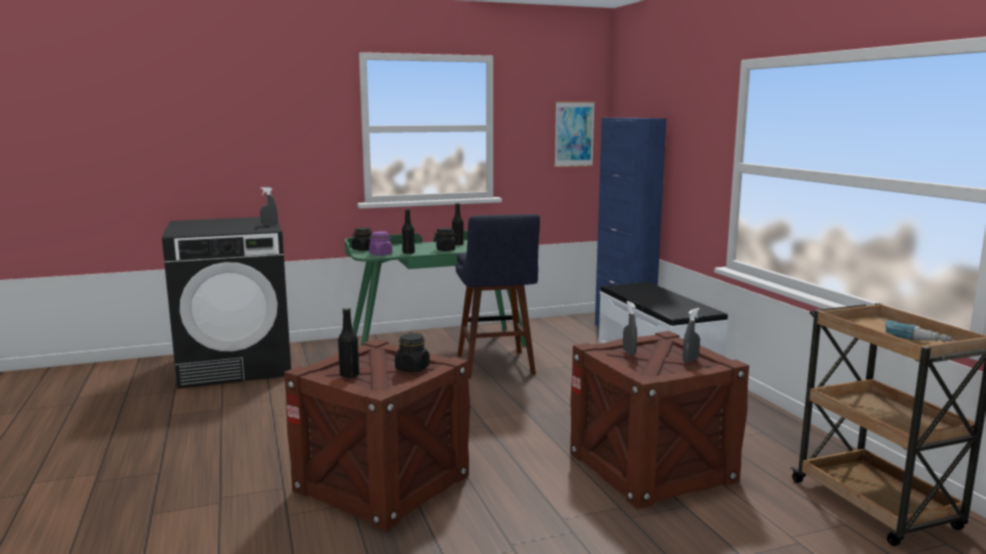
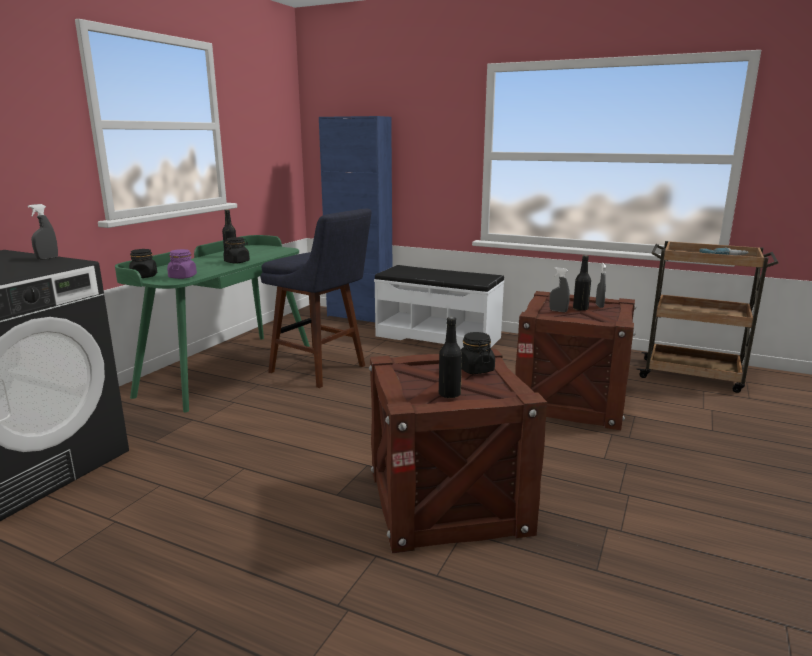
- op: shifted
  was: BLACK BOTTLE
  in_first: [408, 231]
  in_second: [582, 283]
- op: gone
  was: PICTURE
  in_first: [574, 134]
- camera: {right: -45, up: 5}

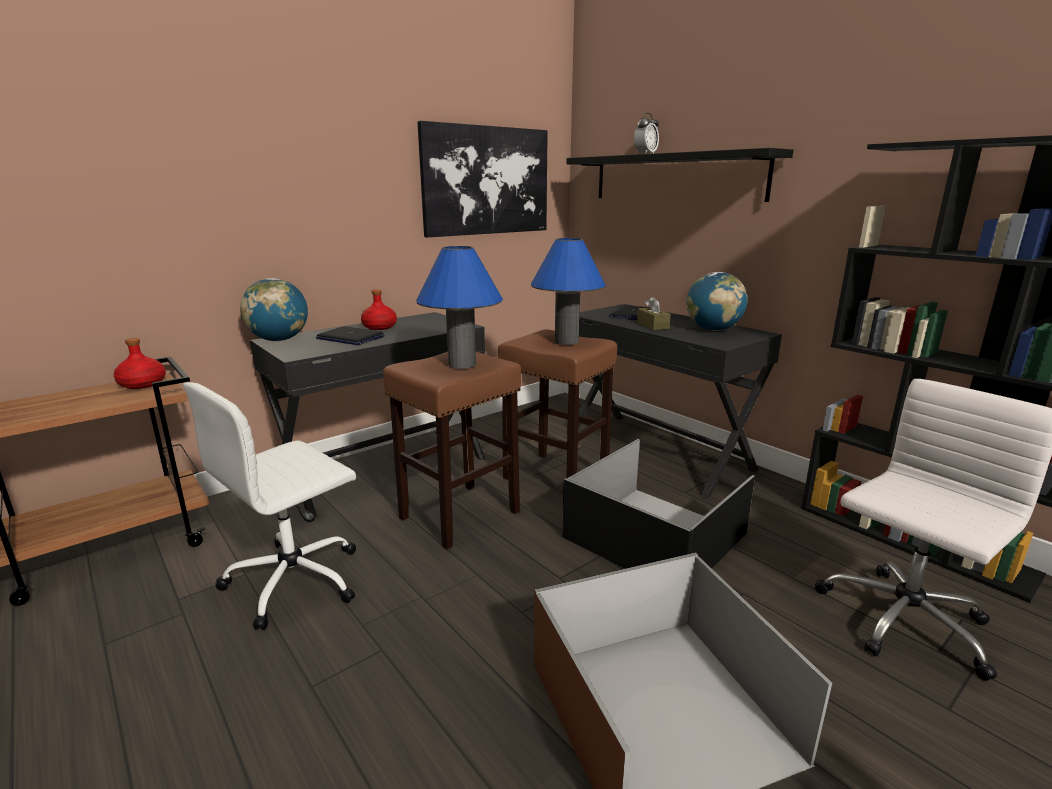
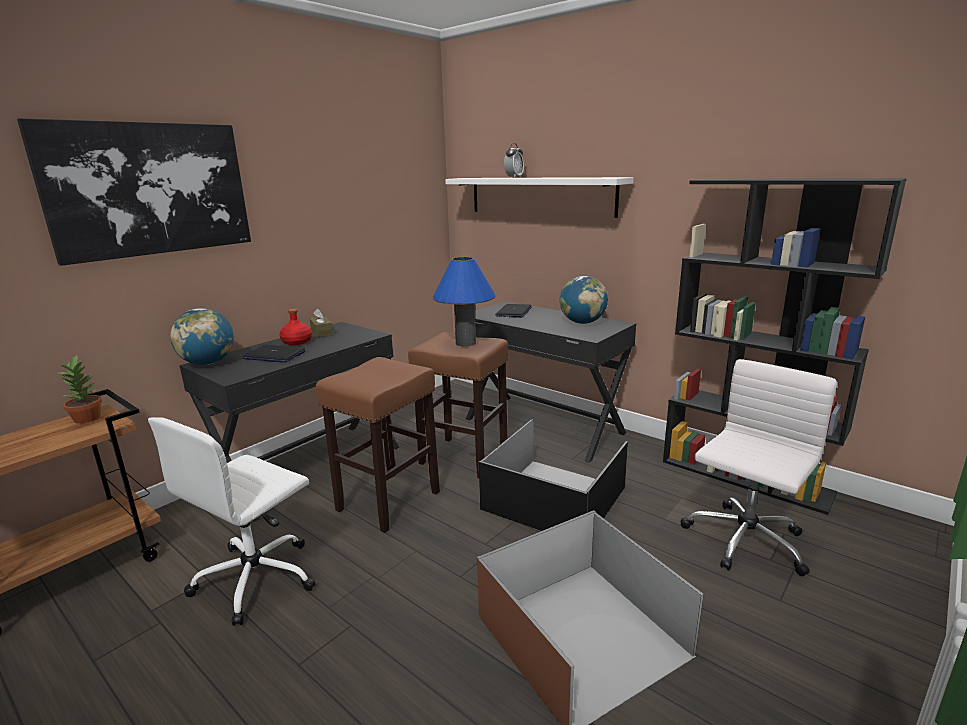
- op: shifted
  was: PICTURE
  in_first: [483, 179]
  in_second: [134, 192]
- op: swapped
  was: RED BOTTLE
  now: POTTED PLANT
  in_first: [140, 363]
  in_second: [79, 389]
- op: shifted
  was: BROWN TISSUE BOX
  in_first: [654, 313]
  in_second: [321, 322]
- op: repainted
  was: BLACK SHELF
  now: WHITE SHELF
  in_first: [679, 175]
  in_second: [539, 197]
- op: gone
  was: BLUE TABLE LAMP
  in_first: [459, 307]
- camera: {right: -10, up: 0}

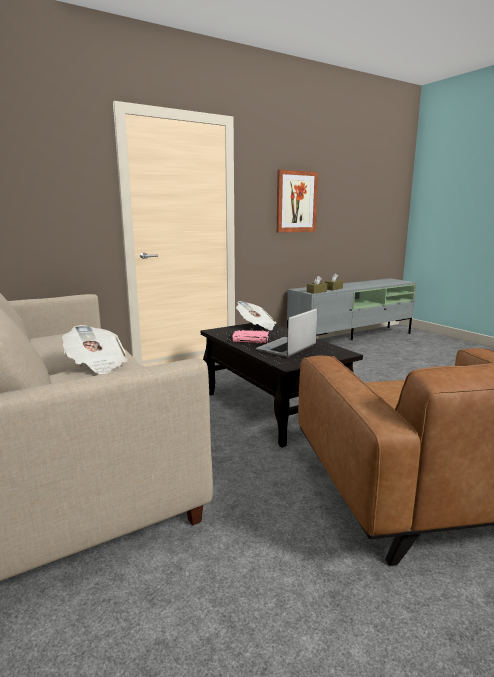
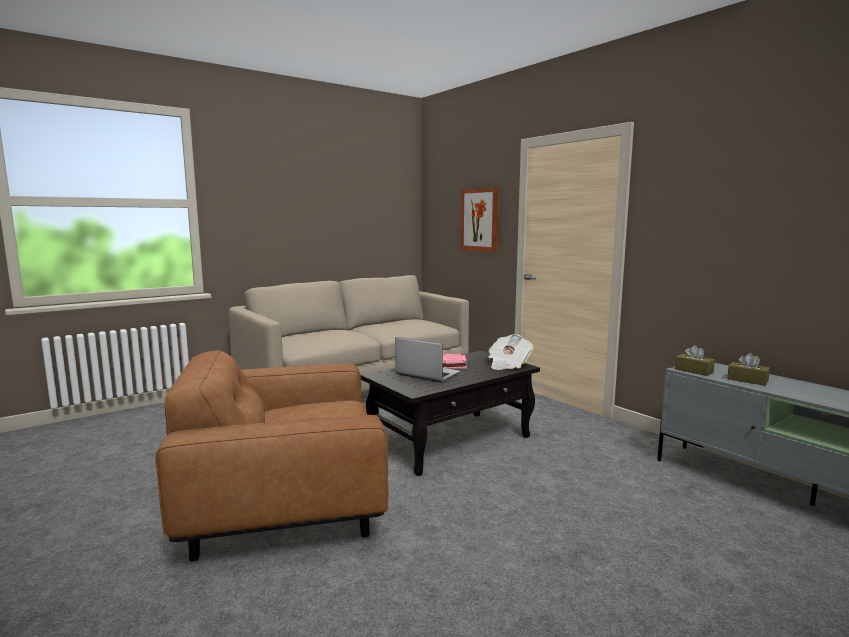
- op: shifted
  was: PICTURE
  in_first: [297, 201]
  in_second: [480, 219]
- op: gone
  was: NEWSPAPER
  in_first: [95, 349]
- camera: {right: 85, up: -5}

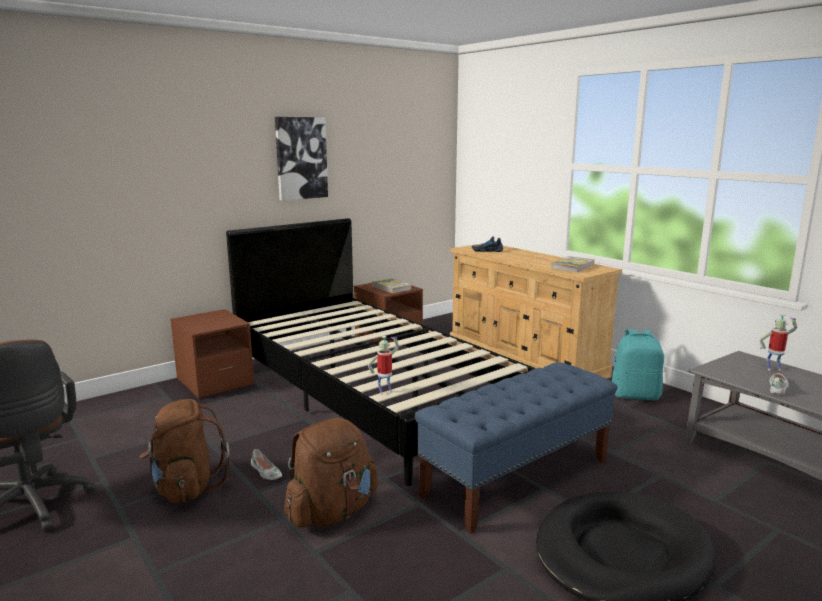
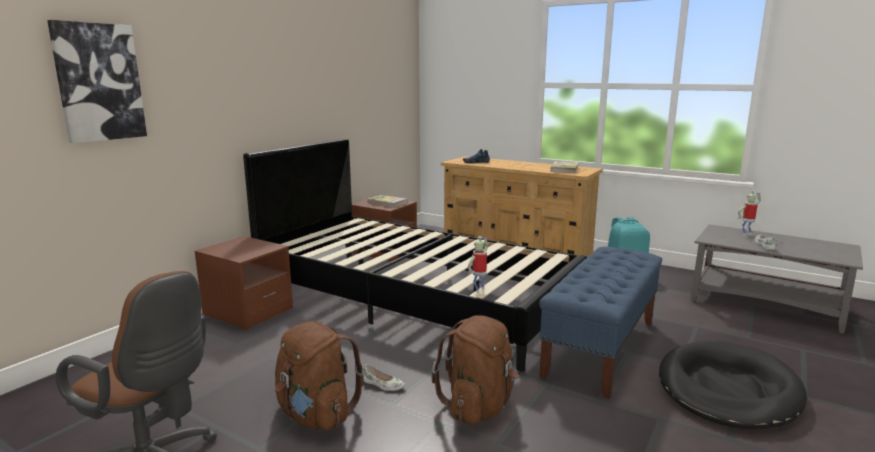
- op: shifted
  was: PICTURE
  in_first: [301, 158]
  in_second: [97, 81]
- camera: {right: -20, up: 0}

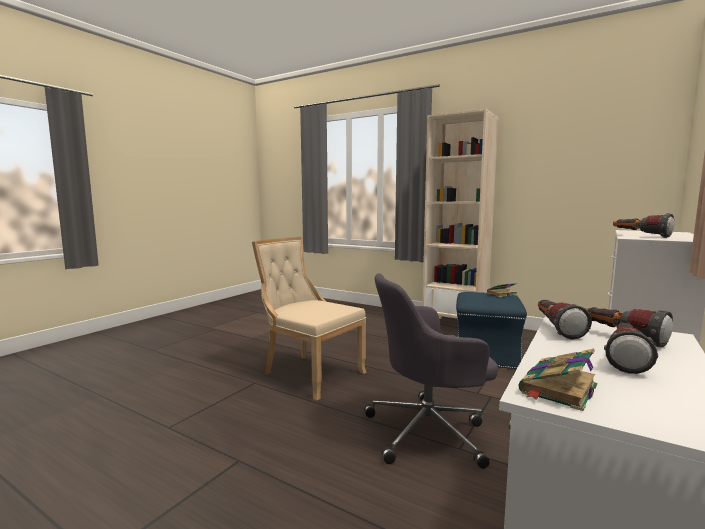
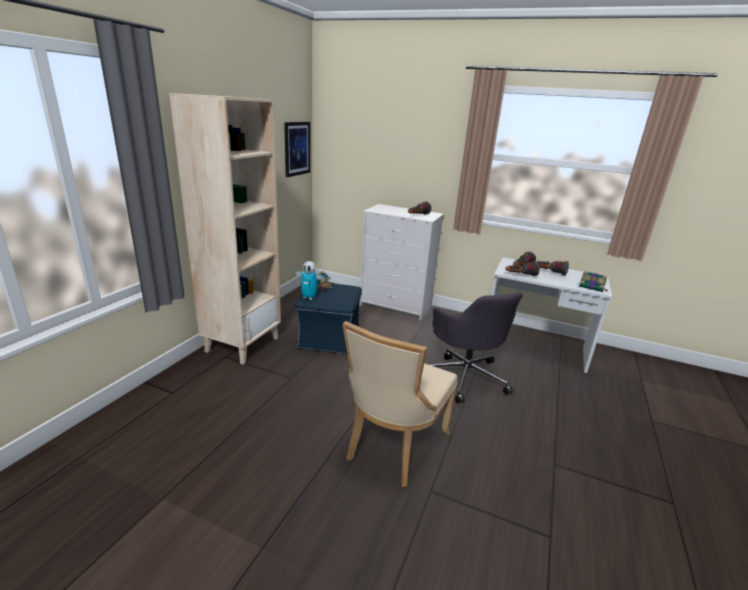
- op: new
  now: PICTURE
  in_second: [297, 149]
- op: new
  now: TOY ROBOT
  in_second: [309, 280]
- camera: {right: -100, up: 15}

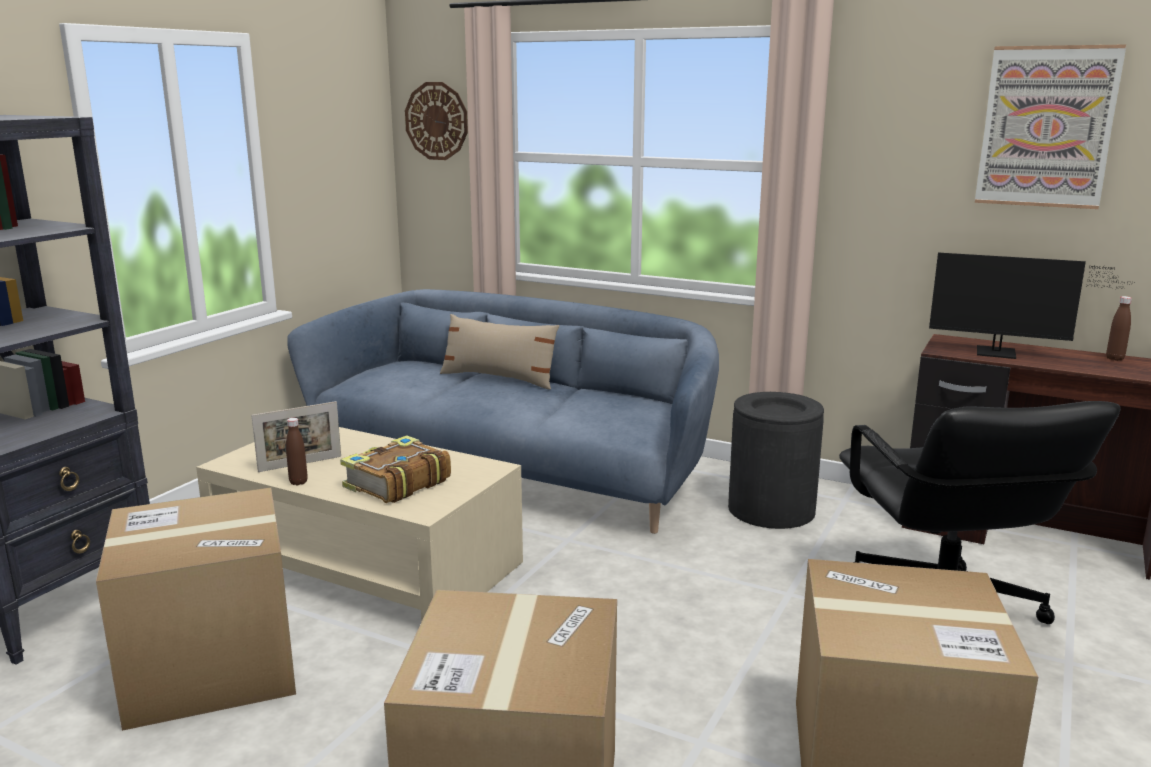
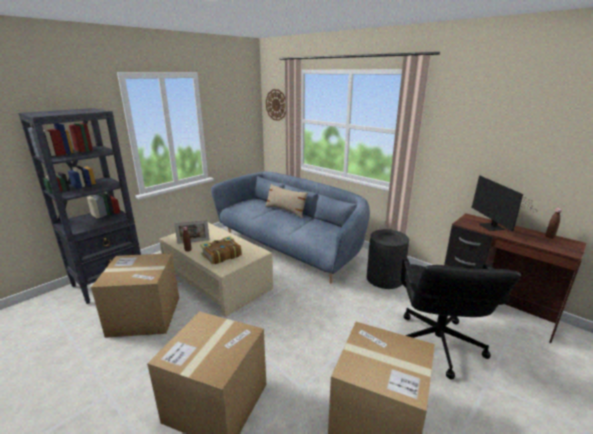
- op: rotated
  was: MONITOR
  in_first: [1031, 306]
  in_second: [503, 203]
  clockwise: 45
- op: gone
  was: PICTURE
  in_first: [1050, 126]
- camera: {right: 15, up: 5}

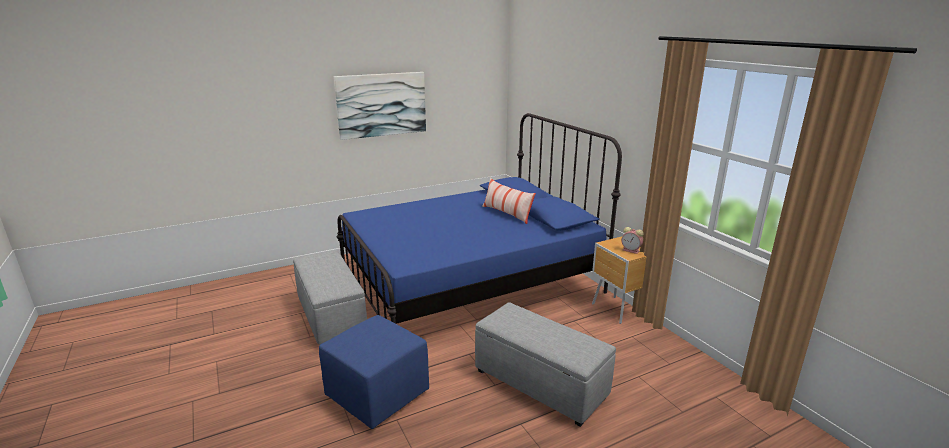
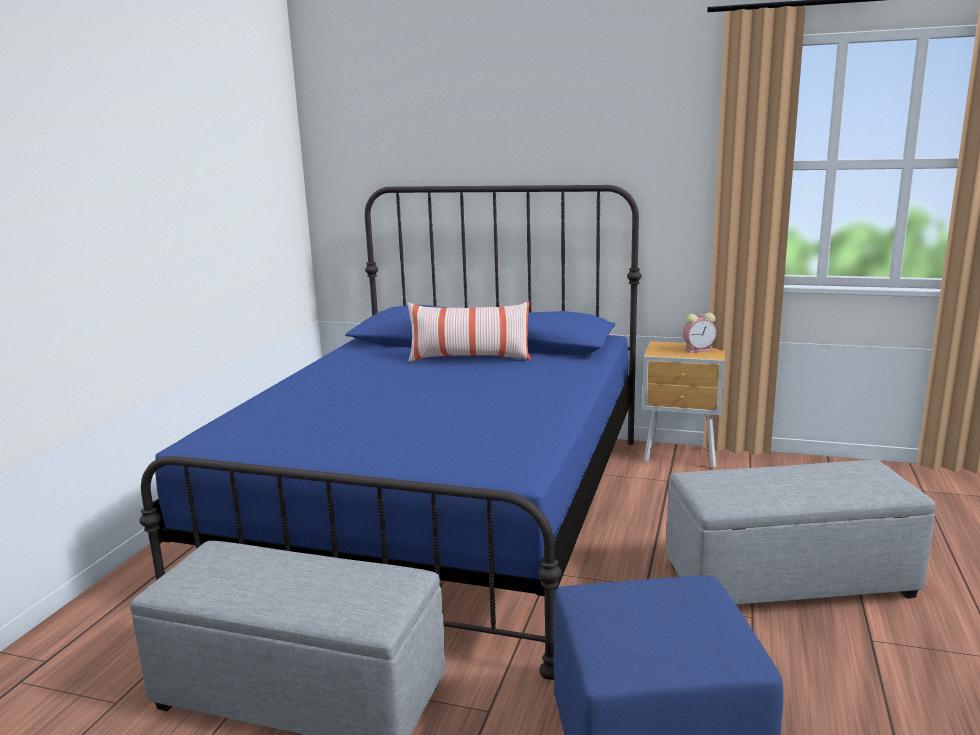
- op: gone
  was: PICTURE
  in_first: [380, 106]
- camera: {right: -45, up: -5}

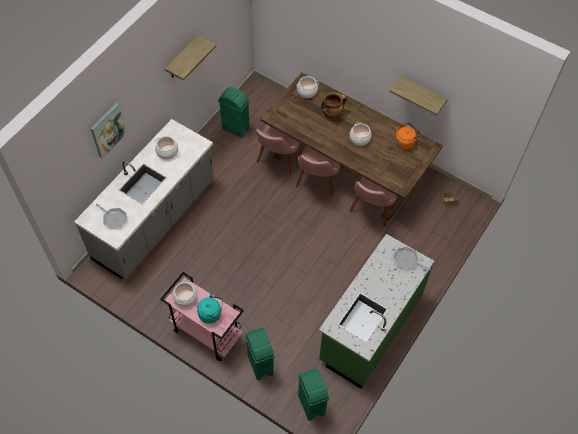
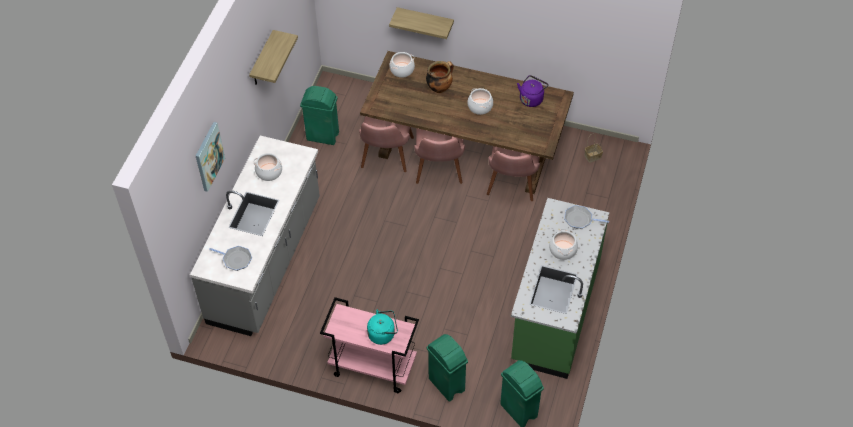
- op: shifted
  was: SHELF
  in_first: [418, 96]
  in_second: [421, 23]
- op: repainted
  was: ORANGE KETTLE
  now: PURPLE KETTLE
  in_first: [408, 136]
  in_second: [533, 91]
- op: shifted
  was: COOKING POT
  in_first: [184, 293]
  in_second: [563, 244]
- camera: {right: -15, up: -5}

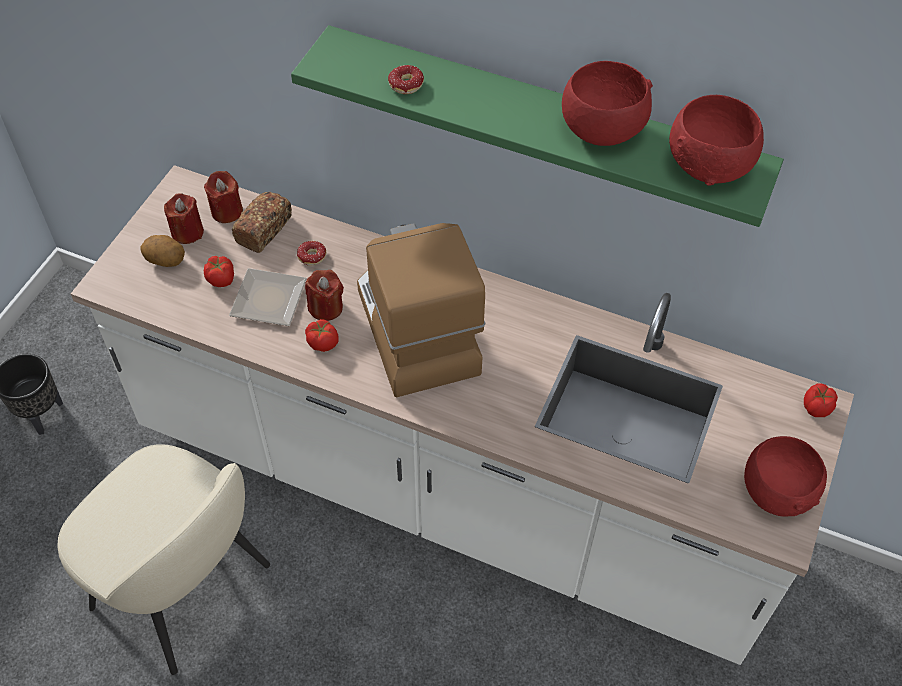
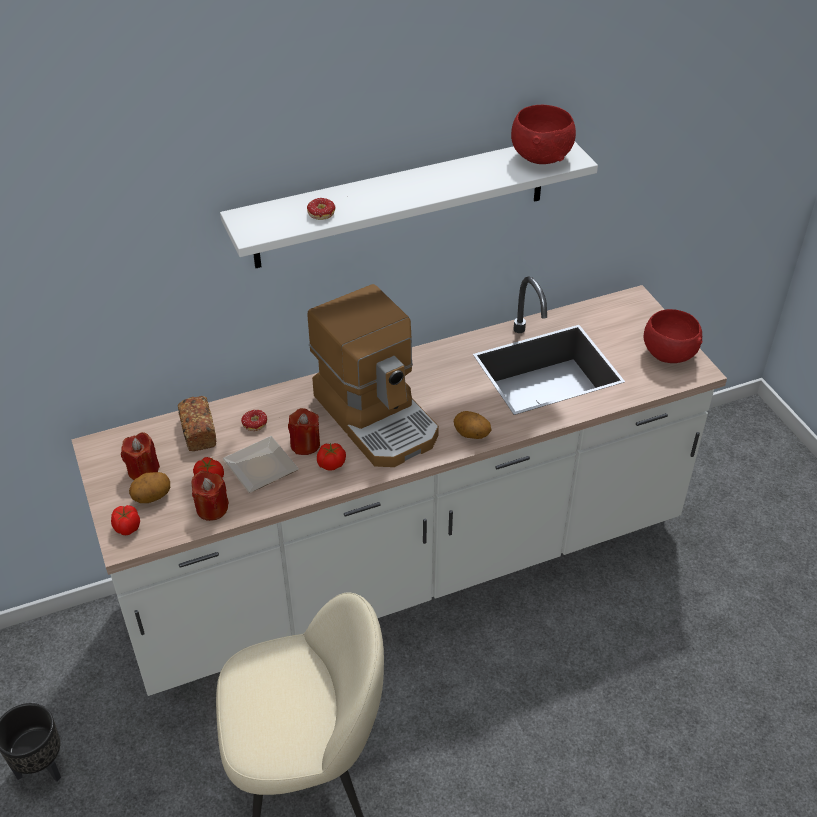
- op: shifted
  was: TOMATO
  in_first: [821, 400]
  in_second: [125, 520]
- op: shifted
  was: RED CANDLE
  in_first: [223, 197]
  in_second: [210, 496]
- op: repainted
  was: GREEN SHELF
  now: WHITE SHELF
  in_first: [537, 126]
  in_second: [409, 205]
- op: rotated
  was: COFFEE MACHINE
  in_first: [421, 310]
  in_second: [373, 375]
  clockwise: -150
- op: new
  now: POTATO
  in_second: [473, 425]
- op: gone
  was: RED BOWL
  in_first: [607, 103]
- camera: {right: -45, up: -10}

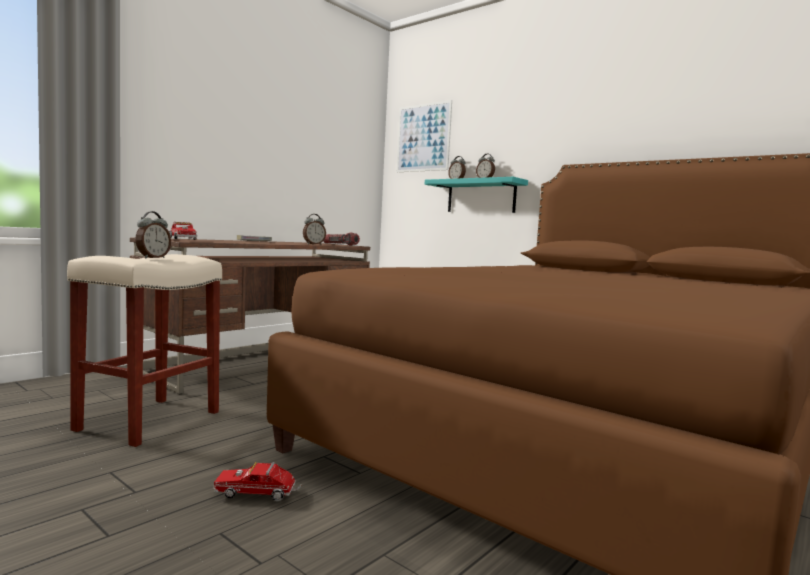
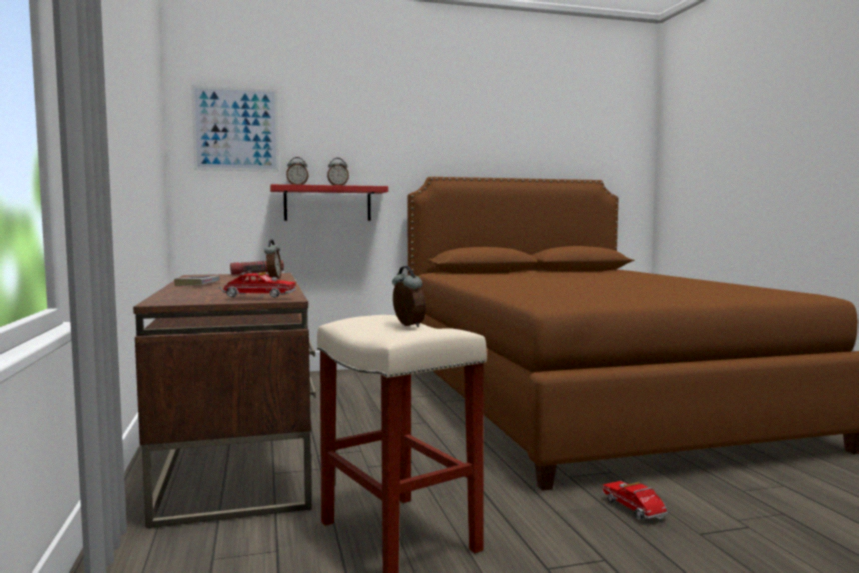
- op: repainted
  was: TURQUOISE SHELF
  now: RED SHELF
  in_first: [476, 195]
  in_second: [329, 202]
- op: rotated
  was: TOY TRUCK
  in_first: [257, 481]
  in_second: [635, 500]
  clockwise: 120
- camera: {right: -55, up: 0}

